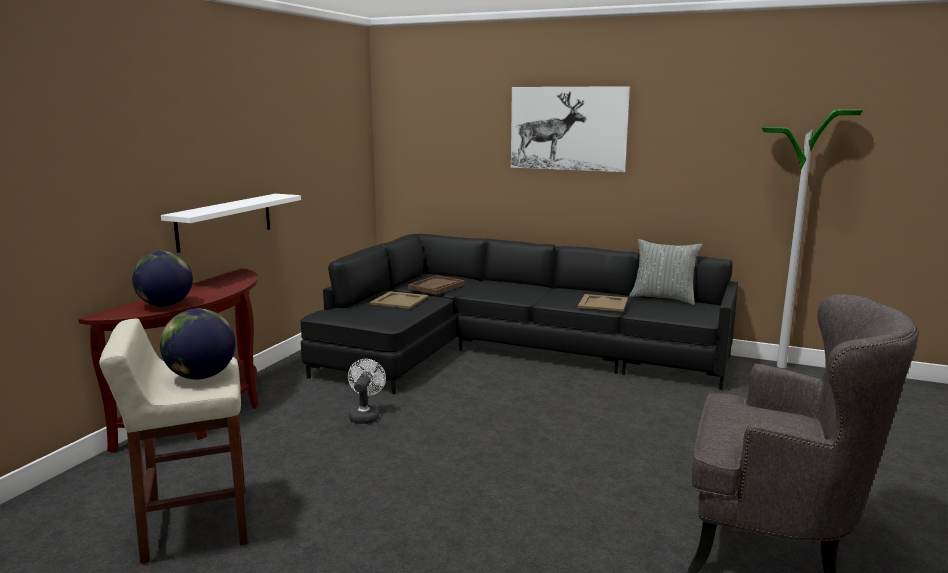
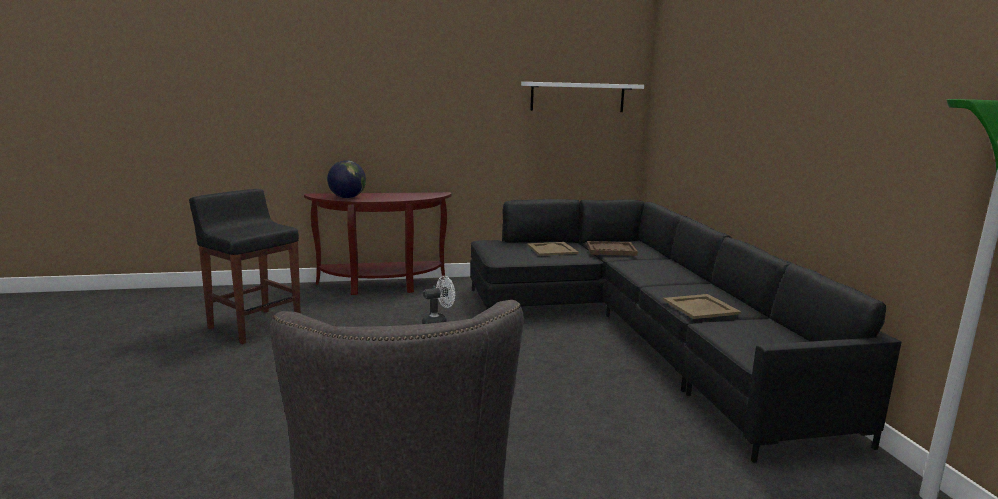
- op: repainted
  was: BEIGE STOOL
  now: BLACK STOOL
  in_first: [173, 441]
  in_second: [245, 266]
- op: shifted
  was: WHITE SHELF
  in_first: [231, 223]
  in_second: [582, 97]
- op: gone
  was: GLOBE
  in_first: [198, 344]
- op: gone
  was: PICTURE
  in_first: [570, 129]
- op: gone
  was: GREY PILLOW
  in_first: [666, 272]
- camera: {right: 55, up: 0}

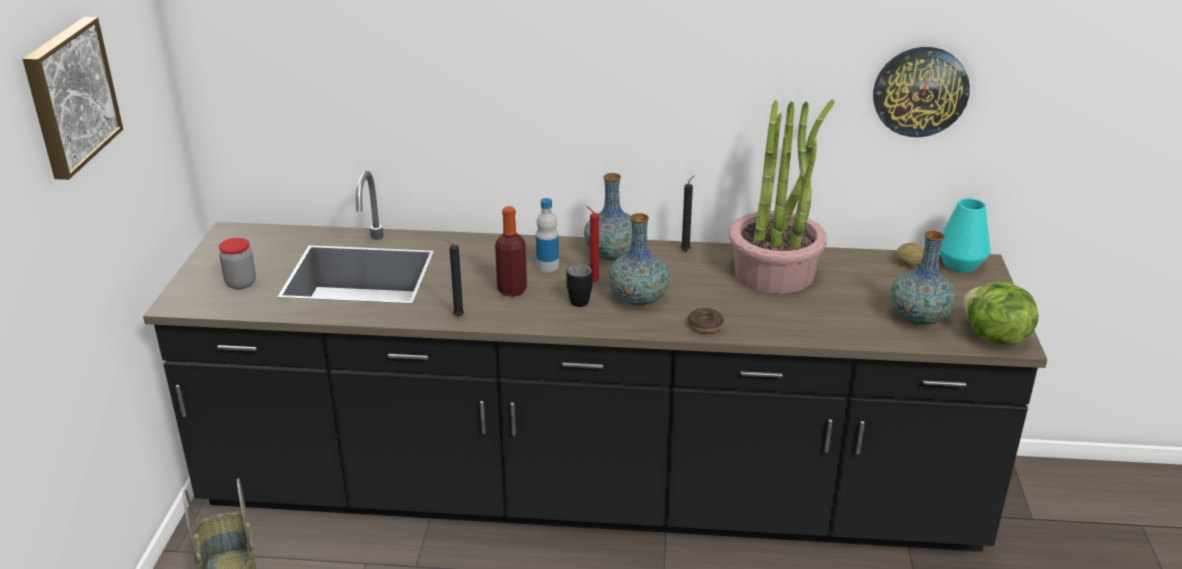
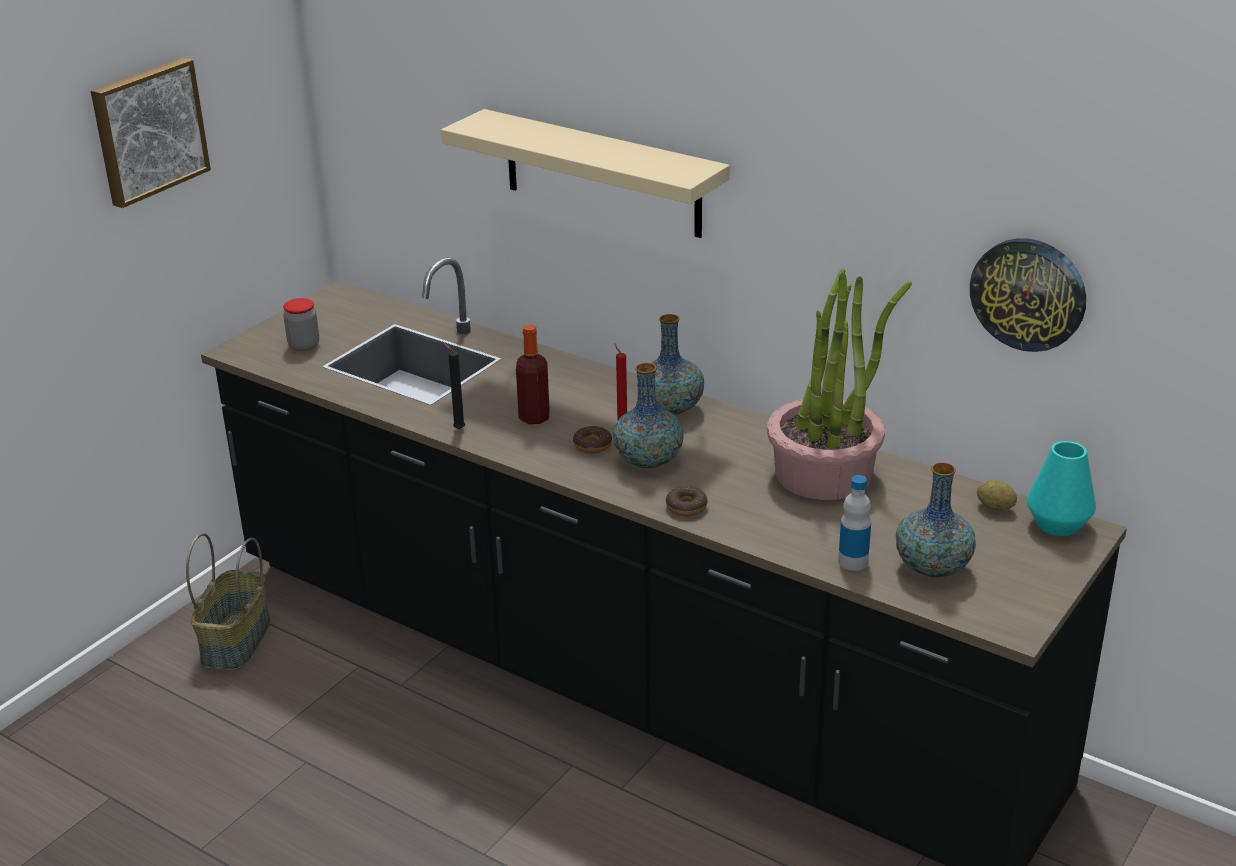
- op: new
  now: BEIGE SHELF
  in_second: [585, 173]
- op: swapped
  was: BLACK MUG
  now: DONUT
  in_first: [579, 285]
  in_second: [592, 439]
- op: shifted
  was: BOTTLE
  in_first: [547, 235]
  in_second: [854, 523]
- op: gone
  was: BLACK CANDLE
  in_first: [688, 213]
- op: gone
  was: LETTUCE
  in_first: [1001, 313]
- camera: {right: 30, up: 0}

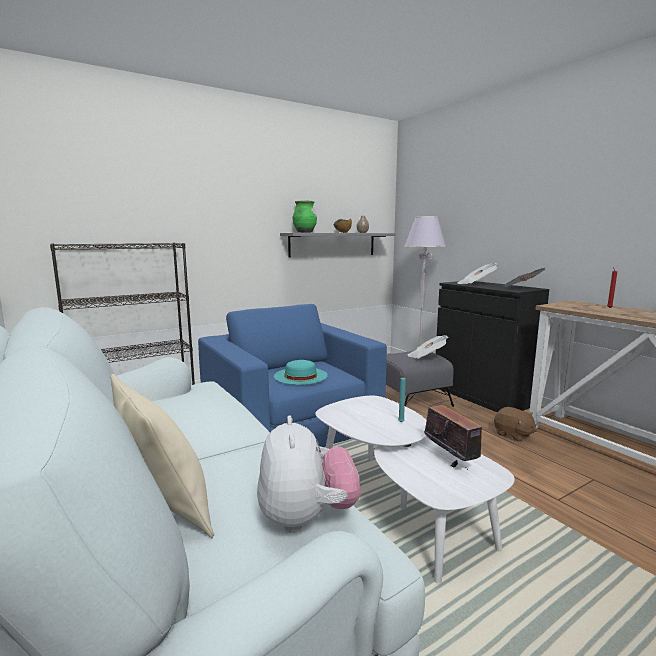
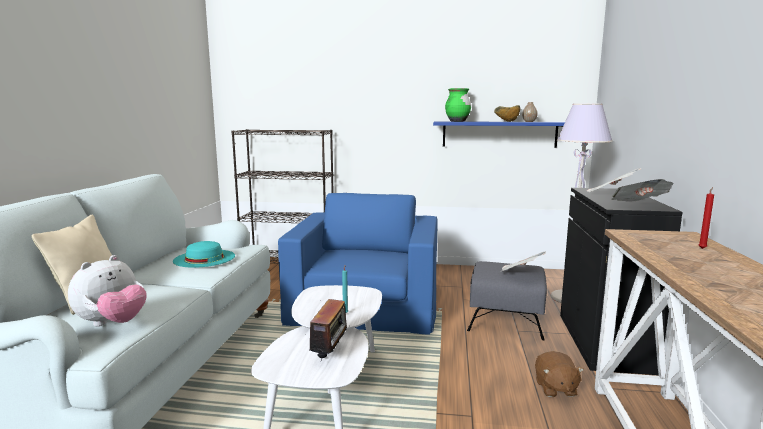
- op: shifted
  was: TURQUOISE HAT
  in_first: [301, 372]
  in_second: [204, 254]
- op: repainted
  was: GREY SHELF
  now: BLUE SHELF
  in_first: [338, 245]
  in_second: [499, 134]
- camera: {right: 40, up: 0}

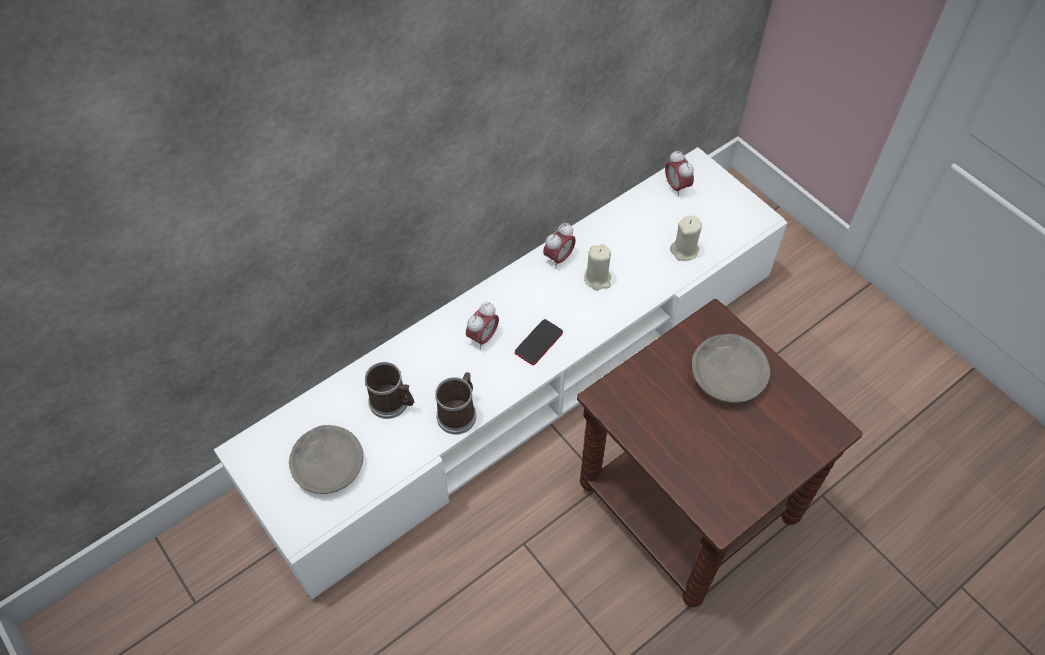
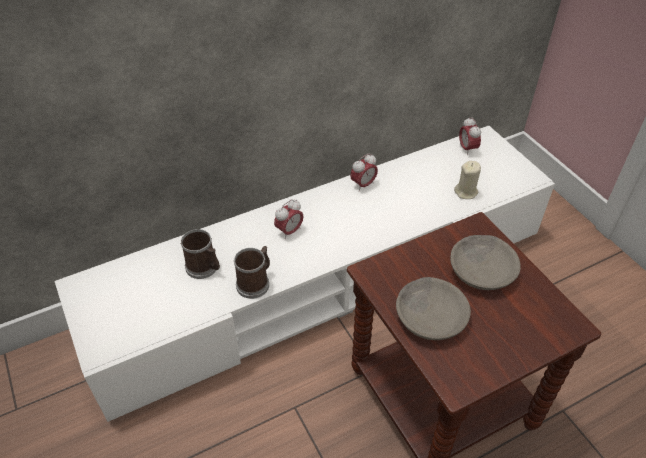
- op: shifted
  was: GREY BOWL
  in_first: [326, 459]
  in_second: [433, 308]
- op: gone
  was: PHONE
  in_first: [539, 342]
- op: gone
  was: BEIGE CANDLE
  in_first: [597, 267]
- camera: {right: 10, up: -10}

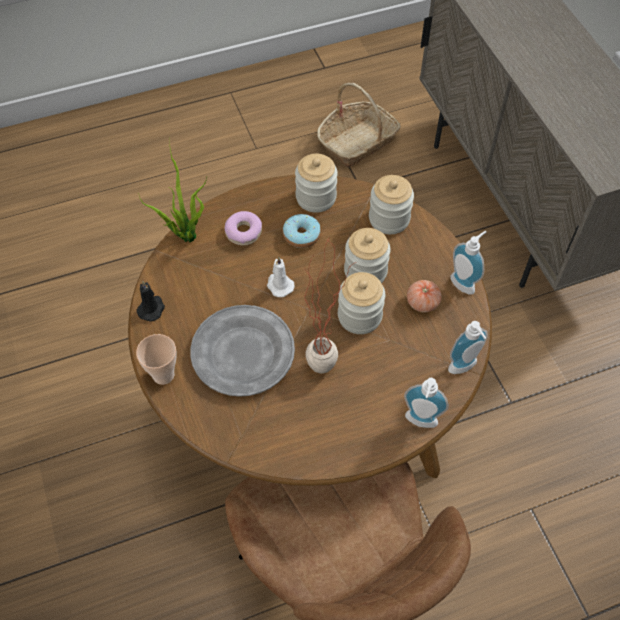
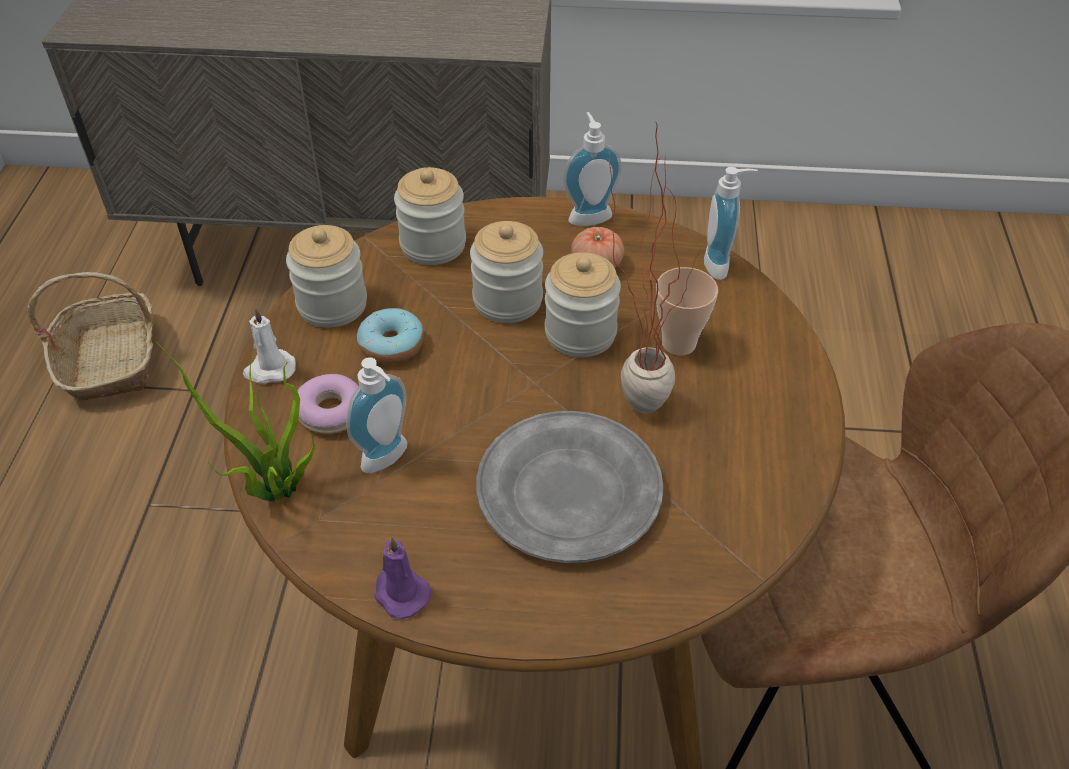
- op: shifted
  was: WHITE CANDLE
  in_first: [281, 277]
  in_second: [269, 345]
- op: shifted
  was: SOAP DISPENSER
  in_first: [426, 403]
  in_second: [377, 415]
- op: repainted
  was: BLACK CANDLE
  now: PURPLE CANDLE
  in_first: [151, 301]
  in_second: [402, 578]
- op: shifted
  was: CUP
  in_first: [156, 359]
  in_second: [687, 311]
- camera: {right: -65, up: -10}

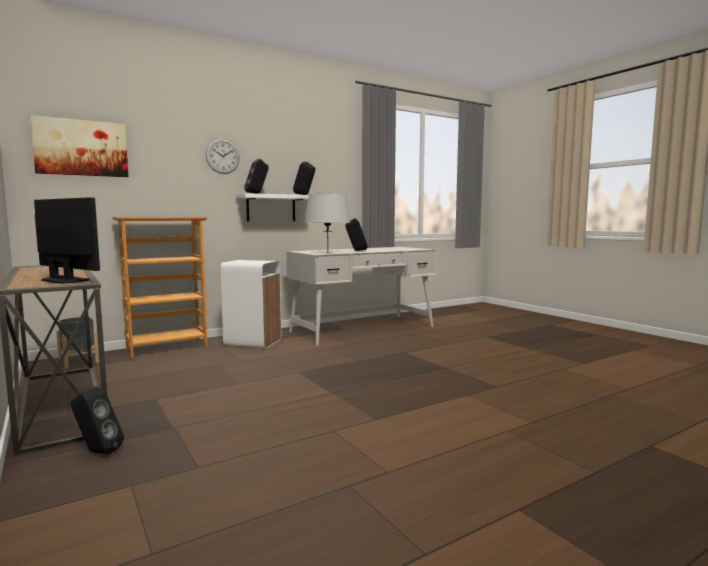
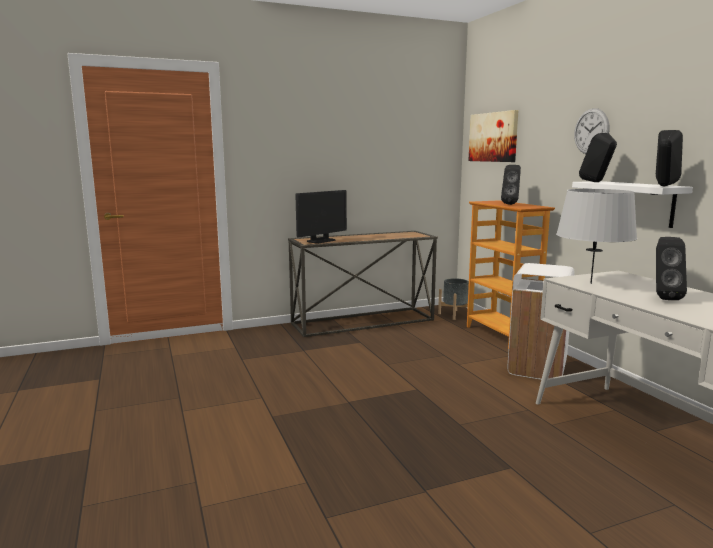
- op: shifted
  was: BLACK SPEAKER
  in_first: [97, 420]
  in_second: [511, 185]
- camera: {right: 100, up: 5}

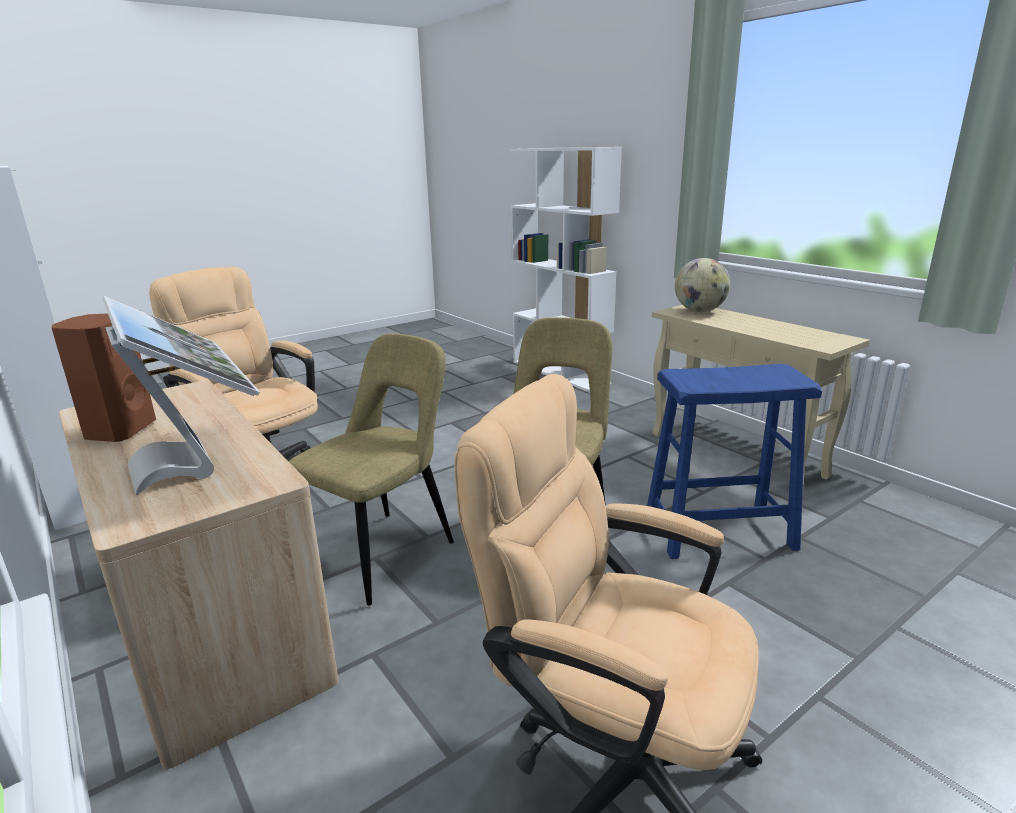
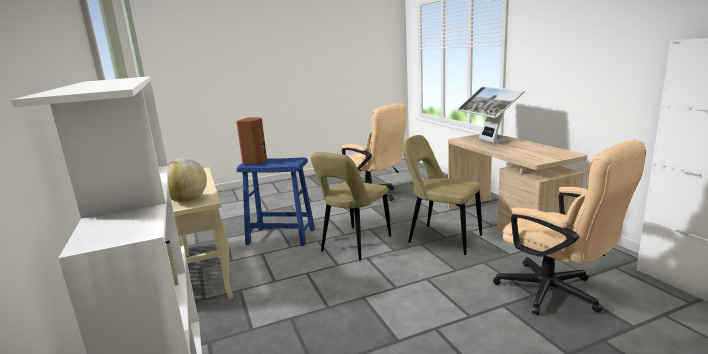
- op: shifted
  was: BROWN SPEAKER
  in_first: [104, 378]
  in_second: [251, 141]
- op: rotated
  was: BEIGE CHAIR
  in_first: [371, 469]
  in_second: [442, 195]
  clockwise: 75
- camera: {right: -165, up: -5}

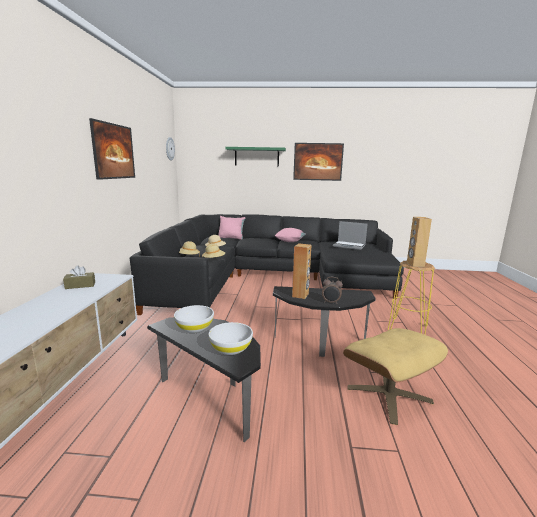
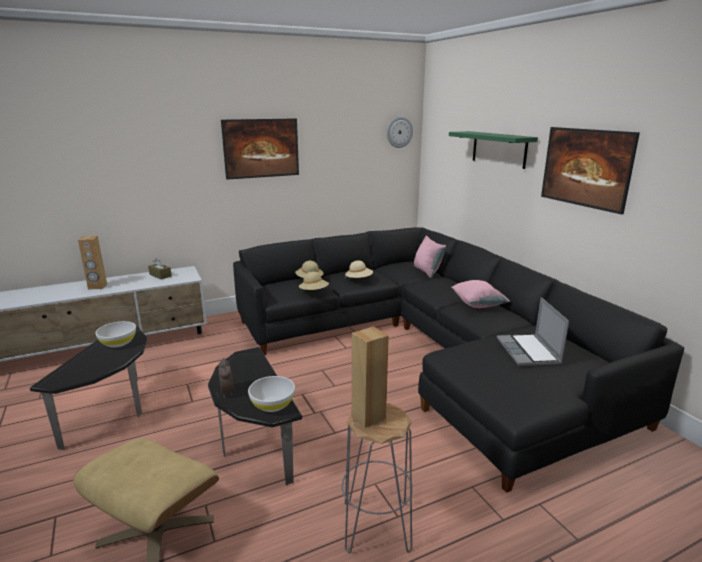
- op: shifted
  was: BROWN SPEAKER
  in_first: [301, 271]
  in_second: [92, 263]
- op: shifted
  was: WHITE BOWL
  in_first: [231, 338]
  in_second: [271, 394]
- op: repainted
  was: YELLOW STOOL
  now: GREY STOOL
  in_first: [411, 298]
  in_second: [377, 478]
- camera: {right: 60, up: 5}

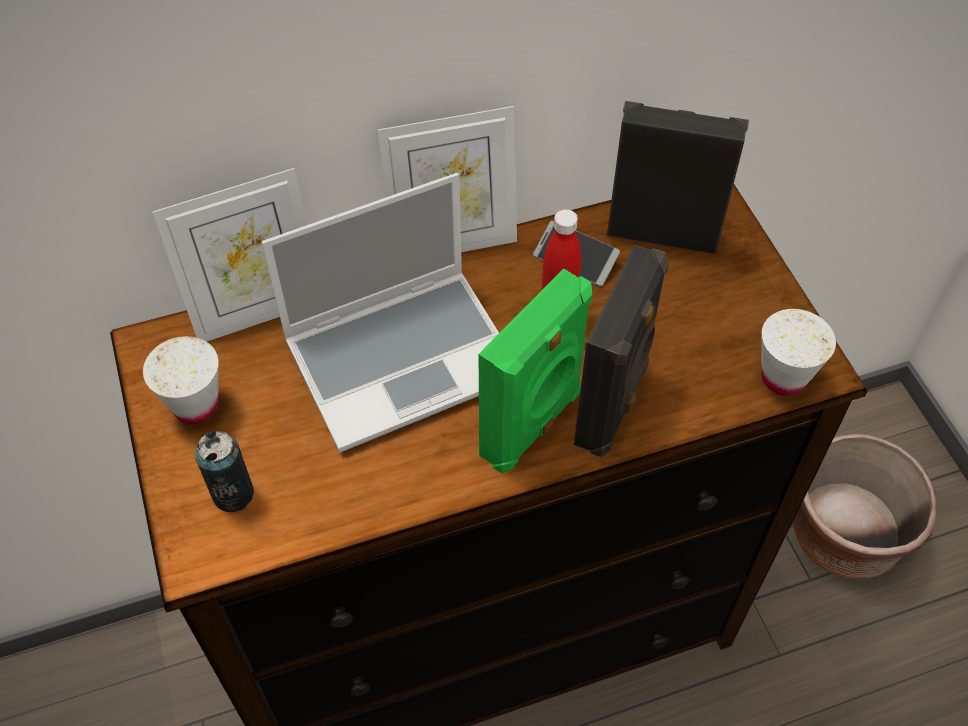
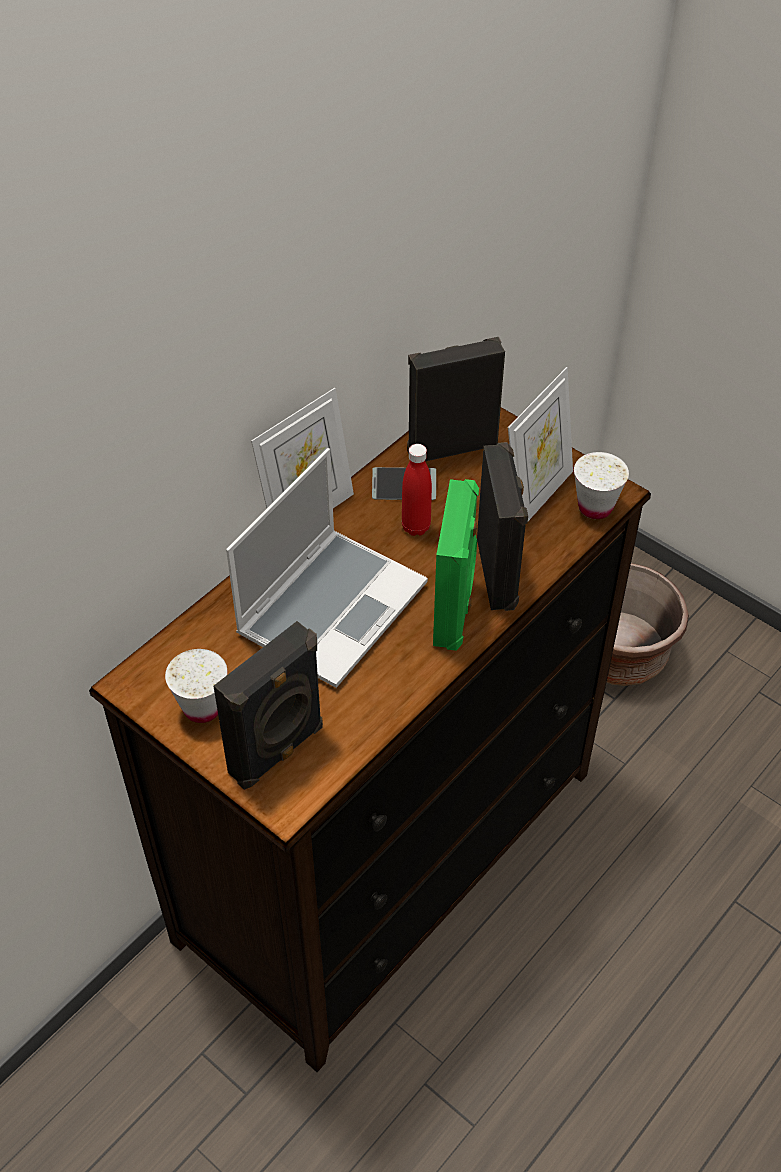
- op: swapped
  was: CAN
  now: BLACK SPEAKER
  in_first: [224, 471]
  in_second: [268, 705]
- op: shifted
  was: PICTURE FRAME
  in_first: [229, 255]
  in_second: [540, 444]
- camera: {right: -30, up: -5}

